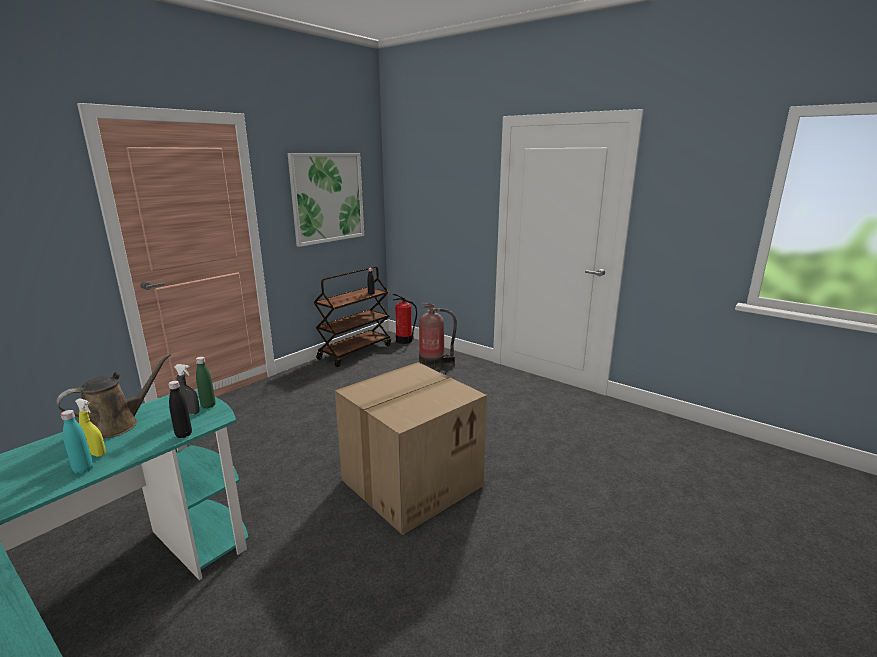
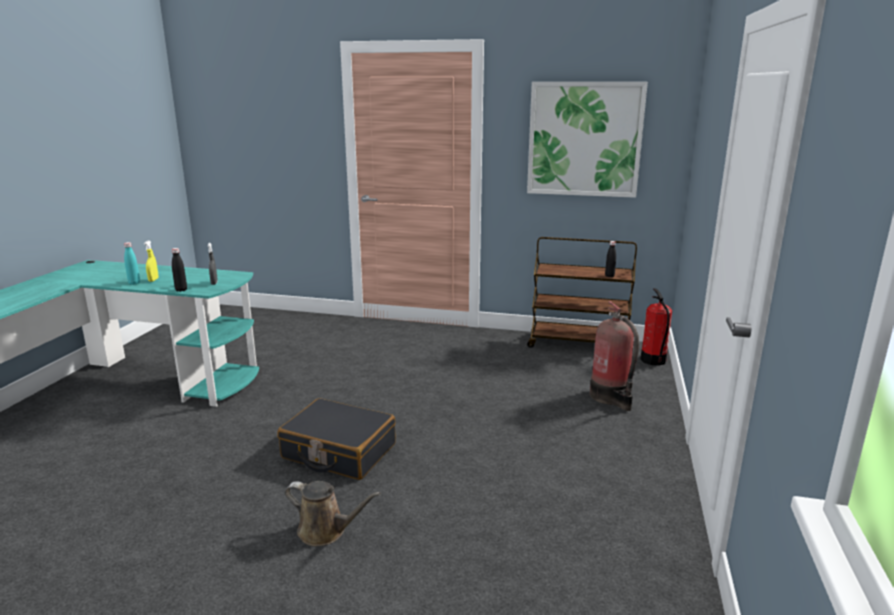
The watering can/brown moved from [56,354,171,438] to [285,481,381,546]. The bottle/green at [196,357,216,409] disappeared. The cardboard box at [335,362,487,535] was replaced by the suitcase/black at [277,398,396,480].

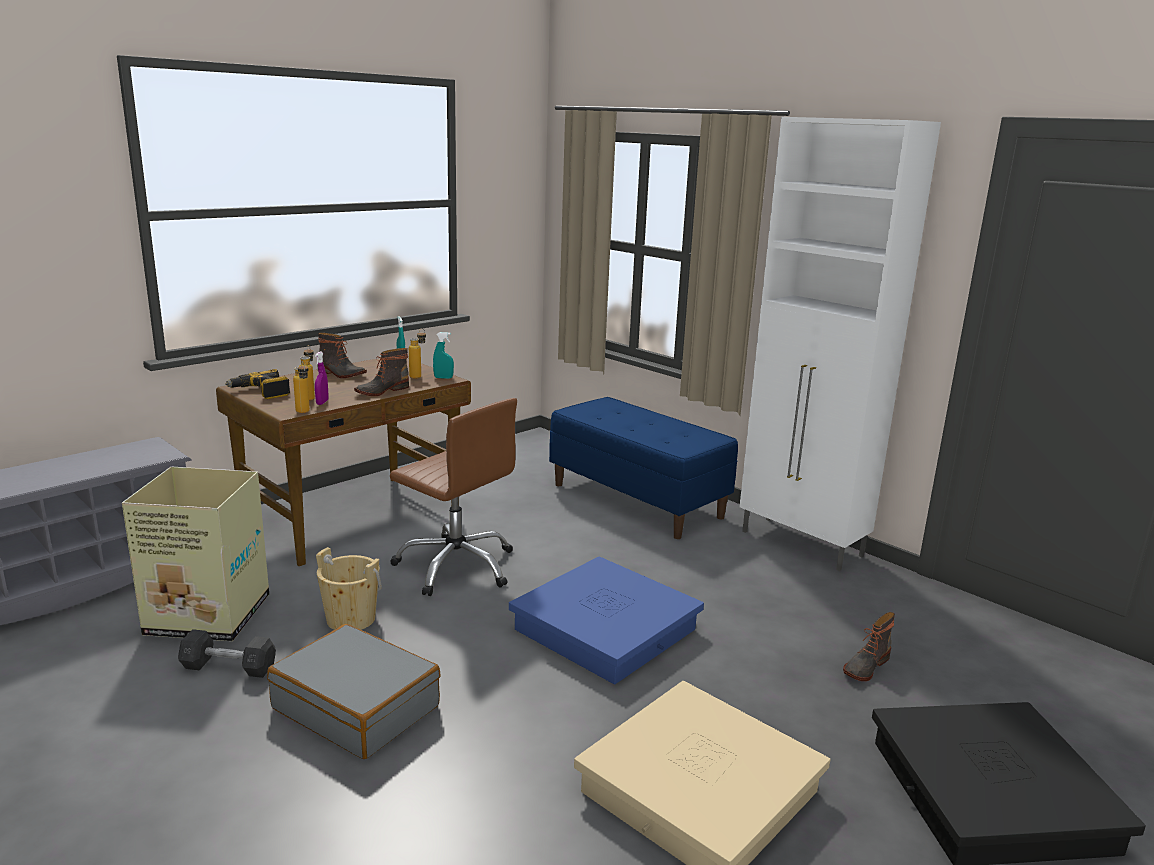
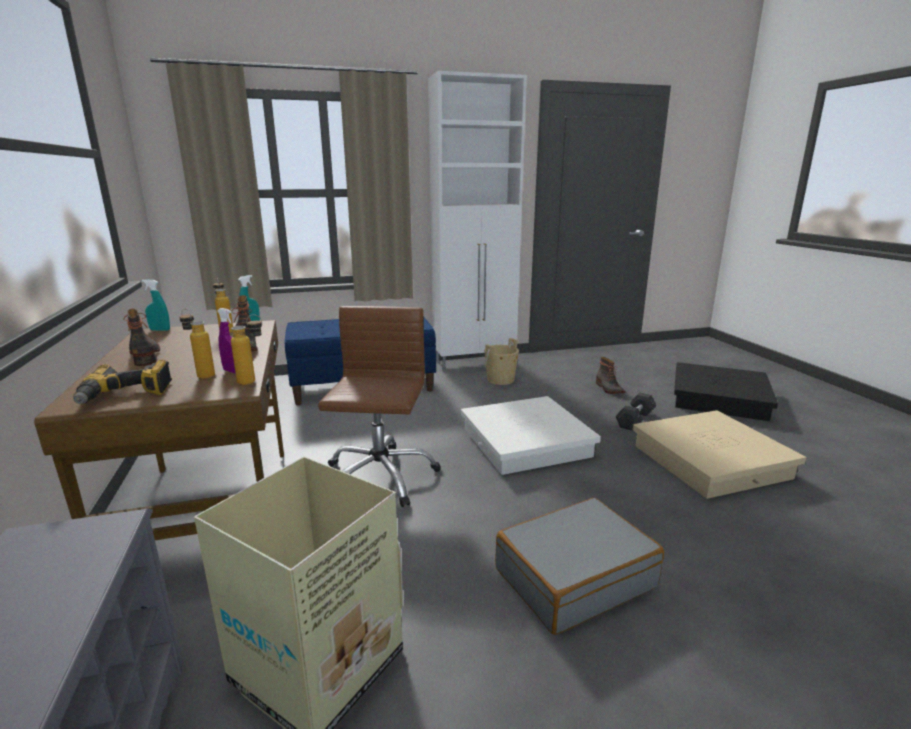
The dumbbell/grey moved from [178,629,276,678] to [615,392,656,431]. The bucket/beige moved from [316,547,382,630] to [484,338,519,385]. The boot at [318,333,367,378] turned 90 degrees counterclockwise. The office chair/brown at [390,398,517,596] turned 60 degrees counterclockwise. The storage box/blue at [509,556,704,684] became the storage box/white at [461,396,601,475].

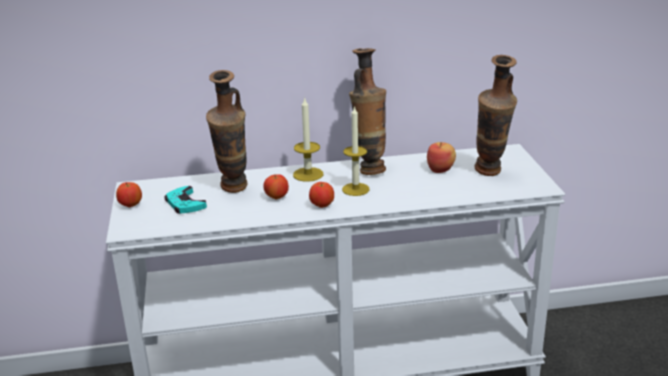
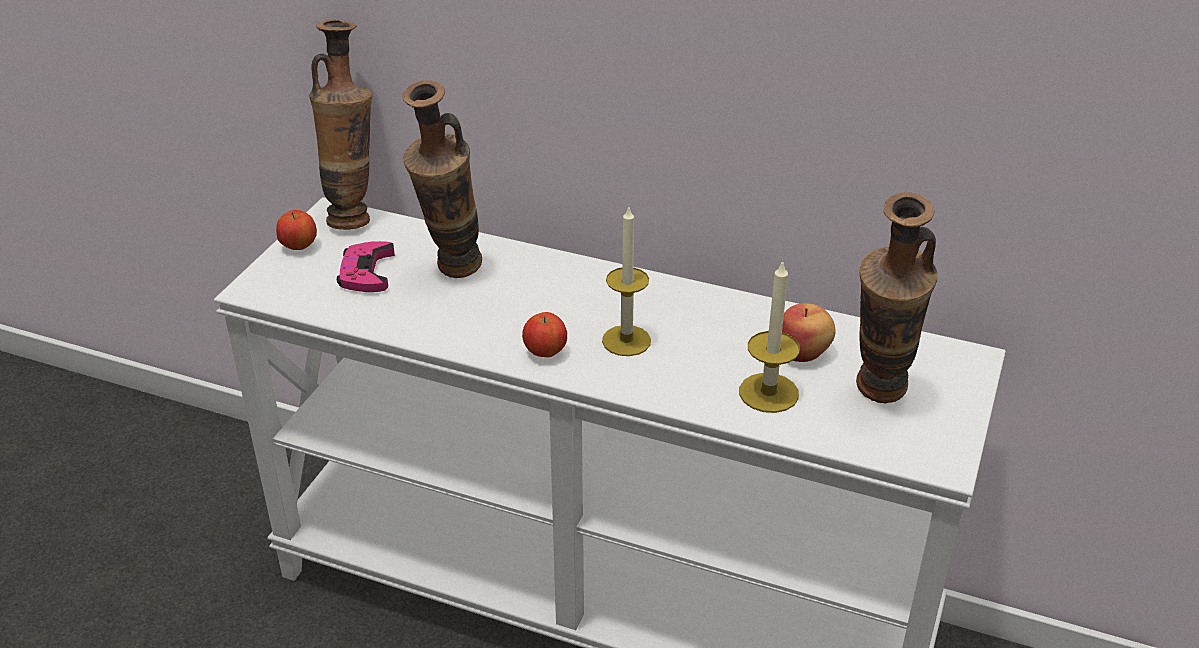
The game controller/turquoise at [164,186,207,214] became the game controller/pink at [337,241,395,292]. The apple at [263,174,289,199] disappeared. The candle moved from [293,97,323,182] to [739,260,800,413]. The vase moved from [349,48,386,175] to [309,19,372,230].

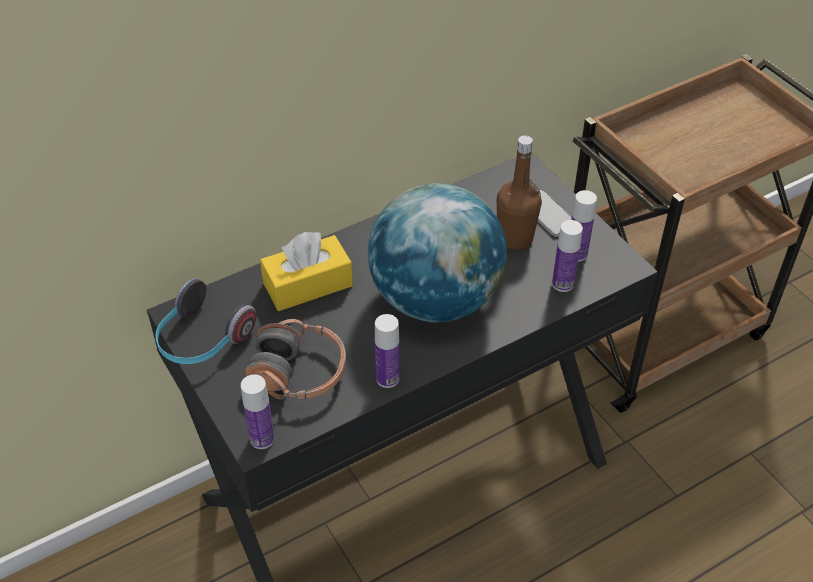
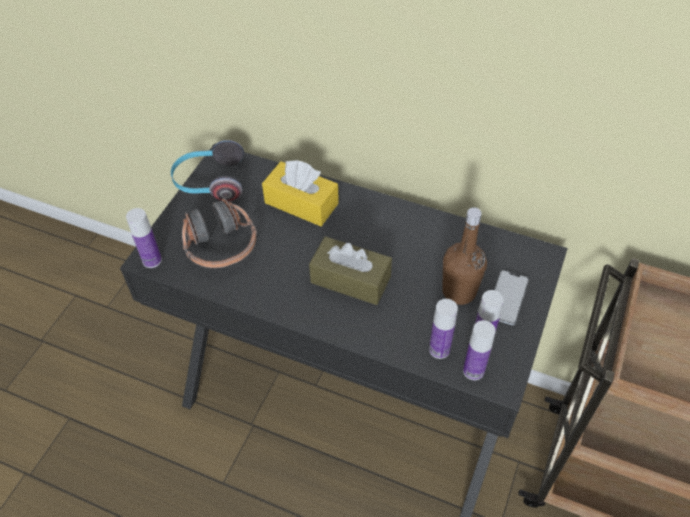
The globe at [368,183,507,322] was replaced by the tissue box/brown at [309,236,392,305]. The bottle moved from [375,314,400,388] to [463,320,496,380].

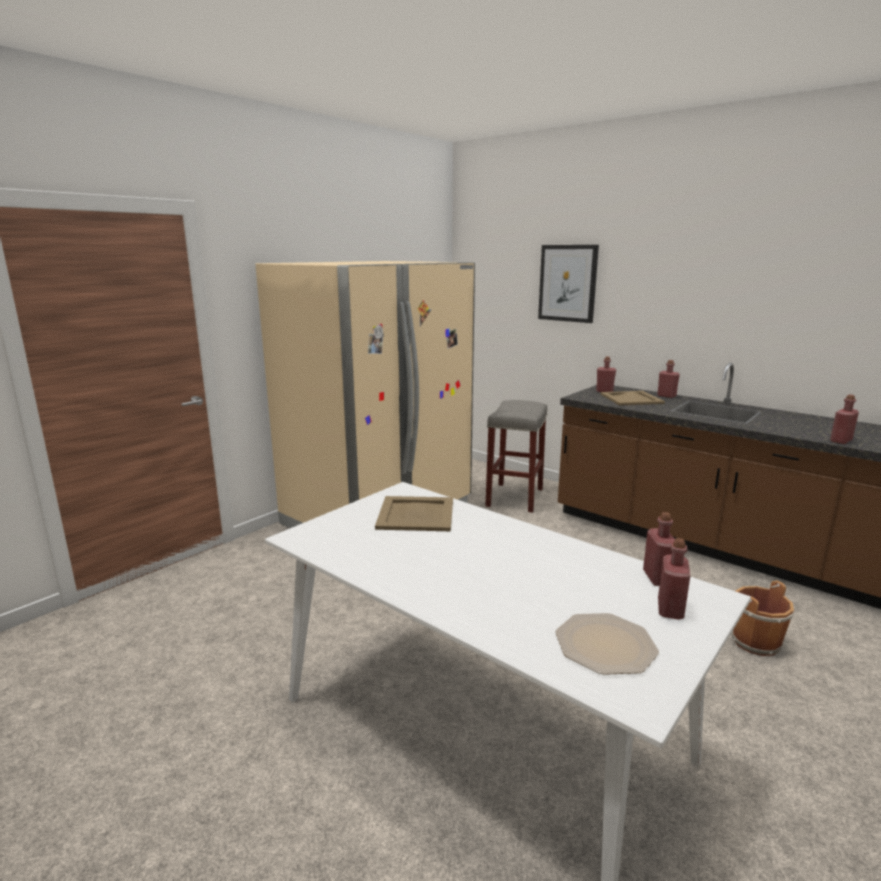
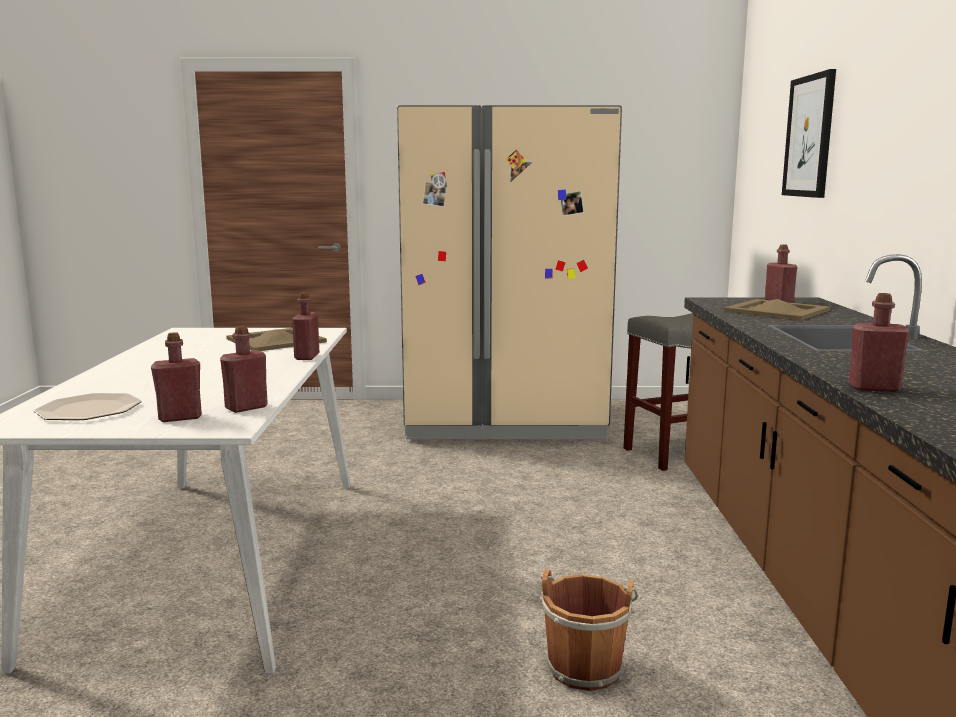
The bottle/red moved from [657,360,680,398] to [292,292,319,360].

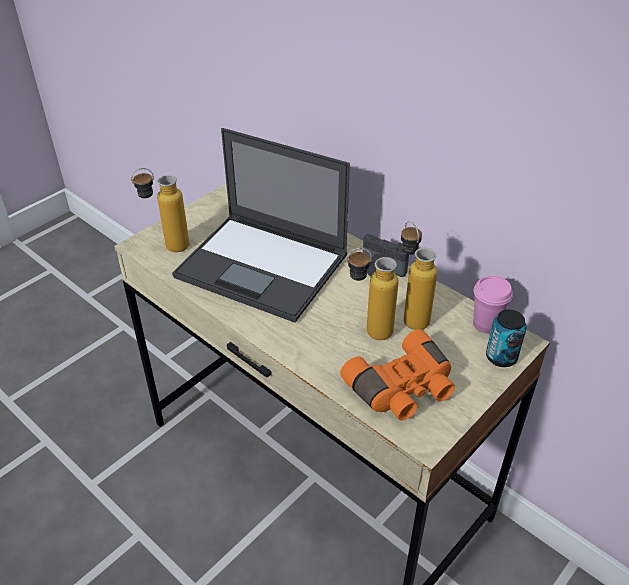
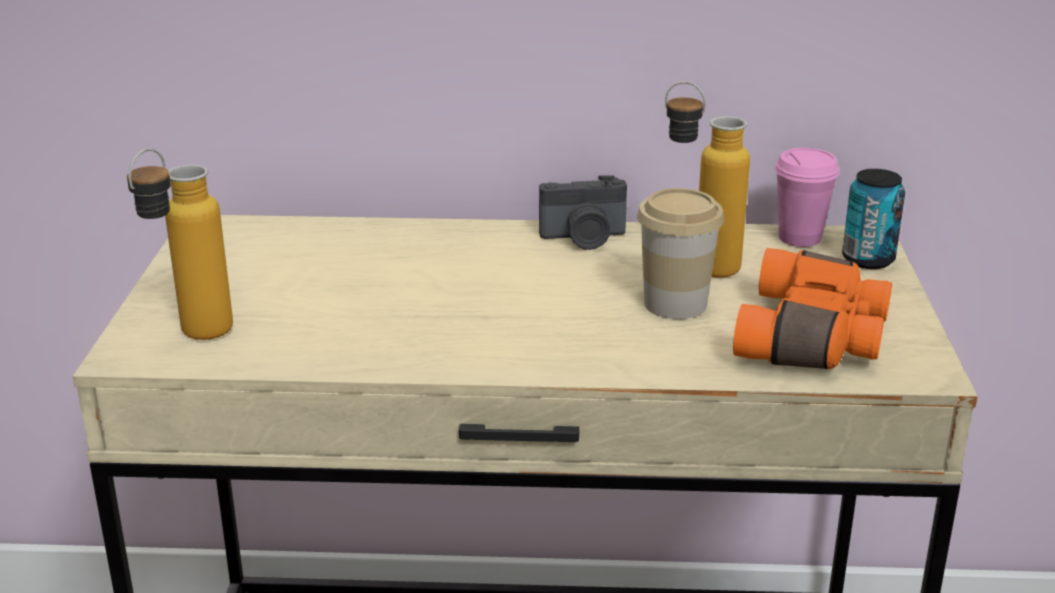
The laptop at [172,128,350,323] disappeared. The bottle at [346,248,399,340] was replaced by the cup at [637,188,724,319].

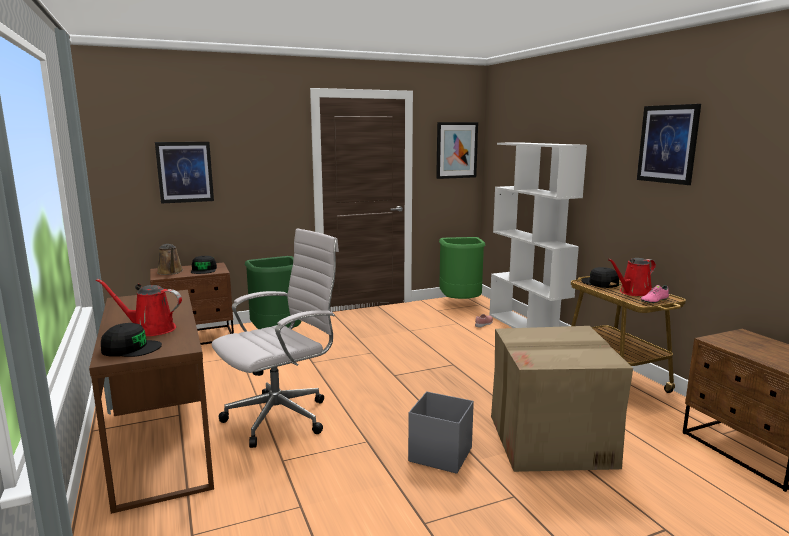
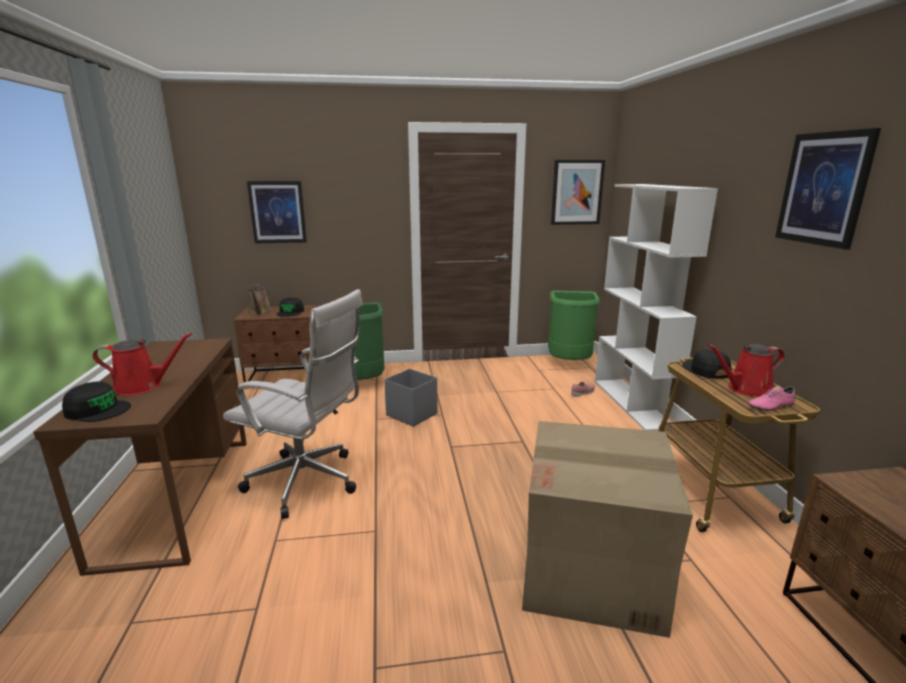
The watering can/red at [96,279,182,336] turned 150 degrees clockwise. The office chair/white at [212,228,339,448] turned 45 degrees clockwise. The storage box/grey moved from [408,392,474,474] to [384,369,438,427].

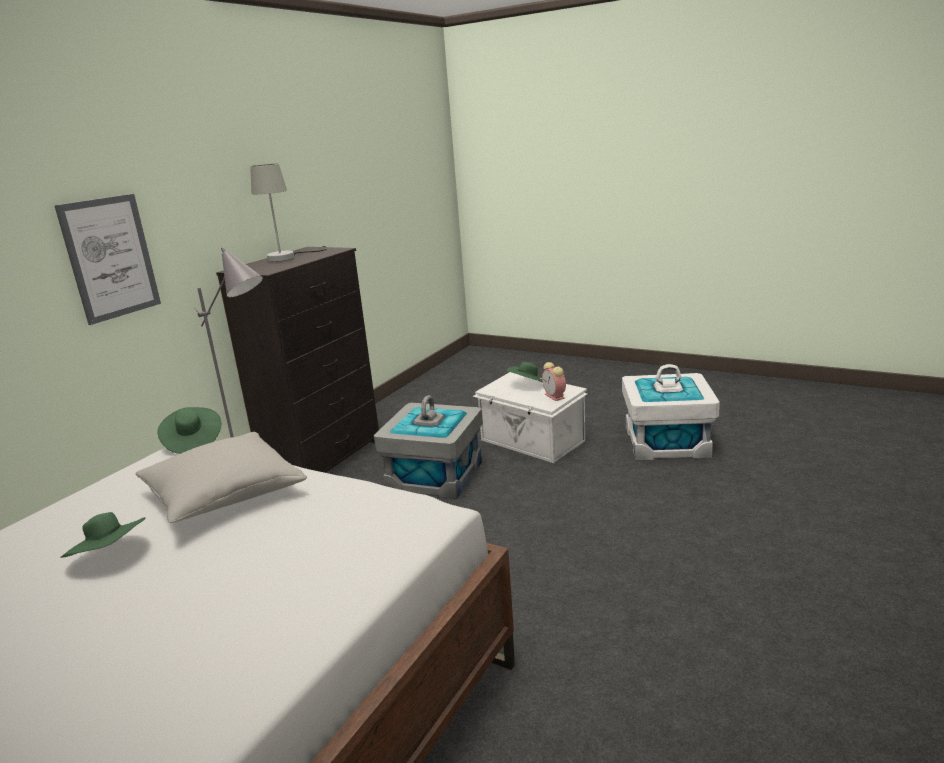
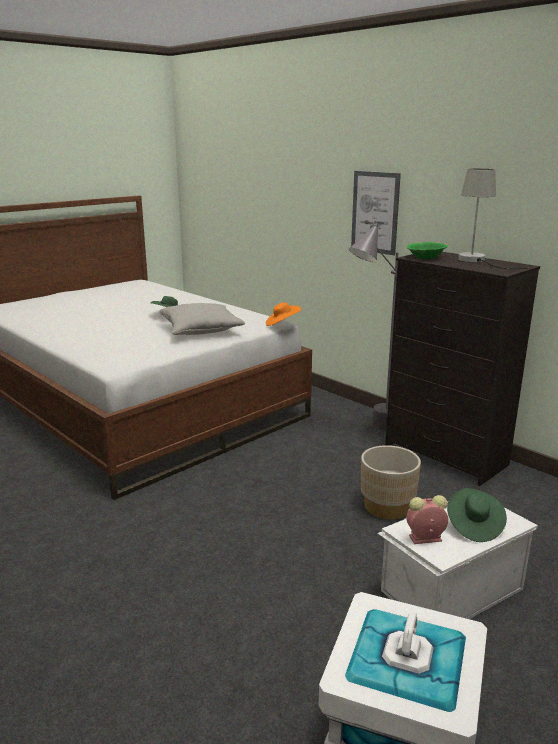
The hat/green at [158,407,221,454] became the hat/orange at [266,302,301,326]. The storage box/grey at [374,395,483,499] was replaced by the planter/beige at [361,445,421,519]. The bowl/green at [406,242,448,259] appeared.

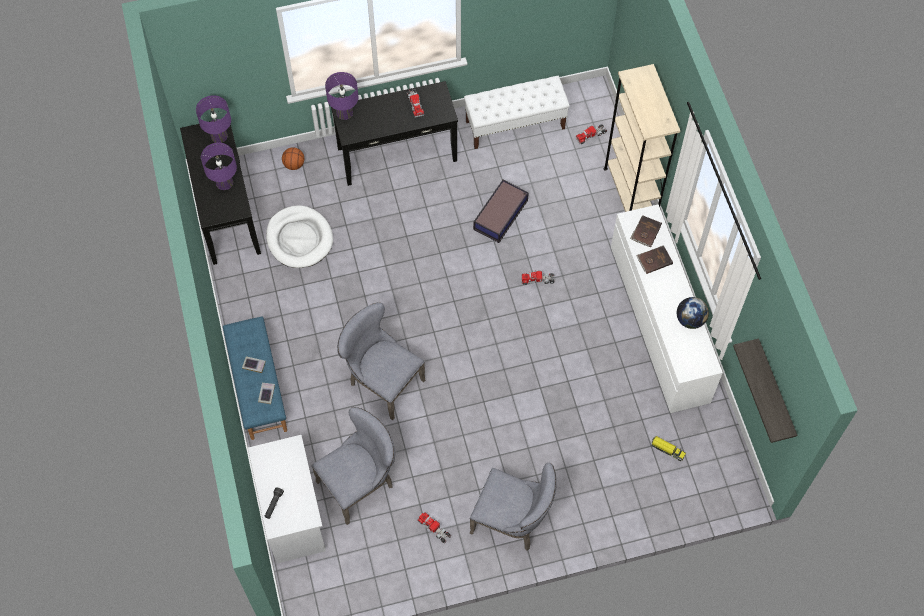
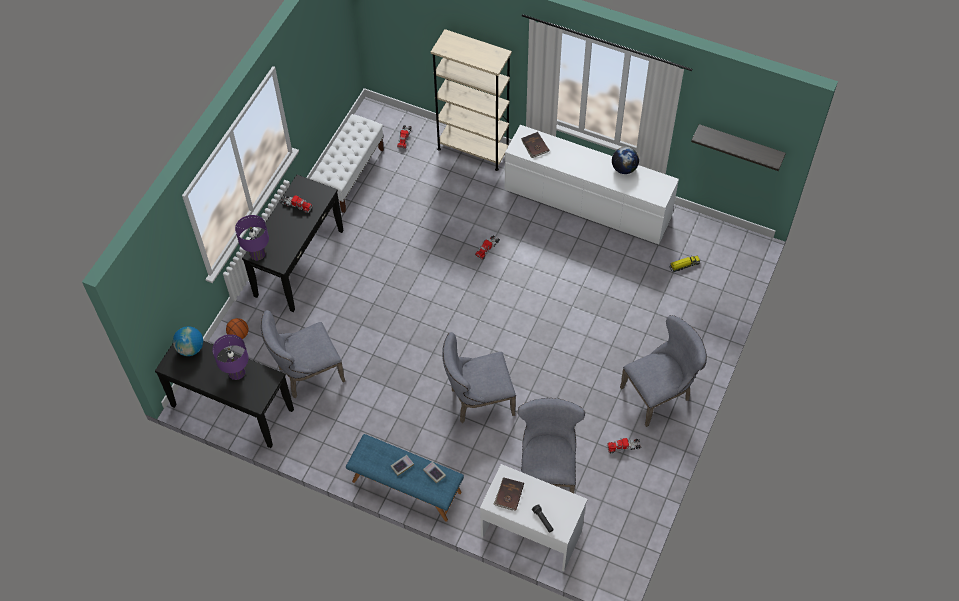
The table lamp/purple at [196,95,231,143] was replaced by the globe at [173,326,203,356]. The dog bed/white at [266,205,333,268] was replaced by the chair/grey at [261,310,345,398]. The storage box at [473,180,529,243] disappeared. The book/brown moved from [636,246,673,274] to [493,477,524,511].

